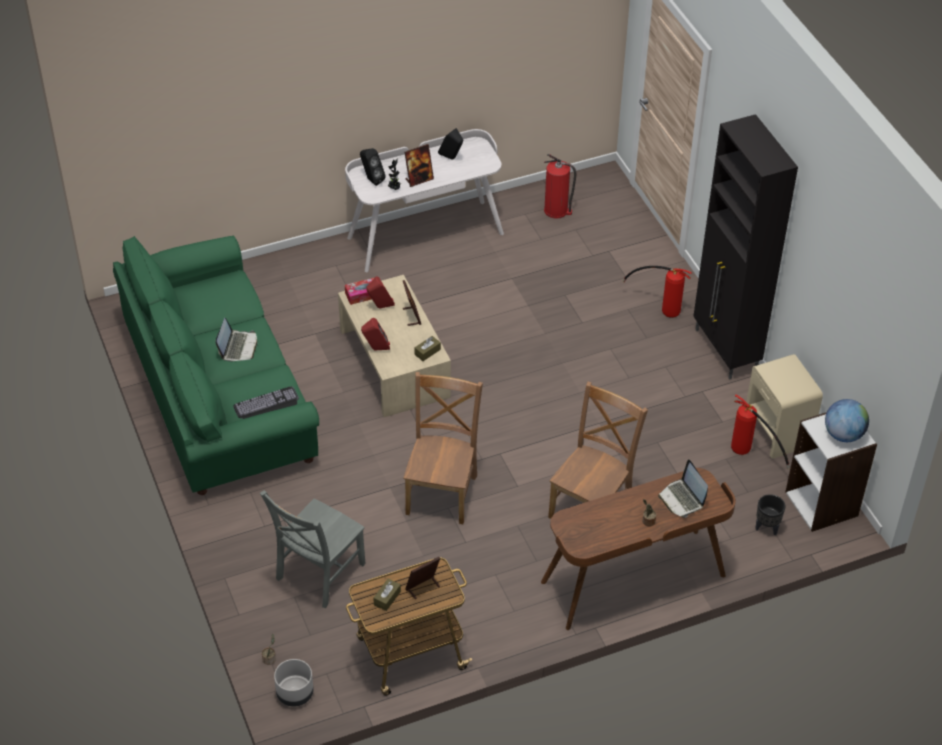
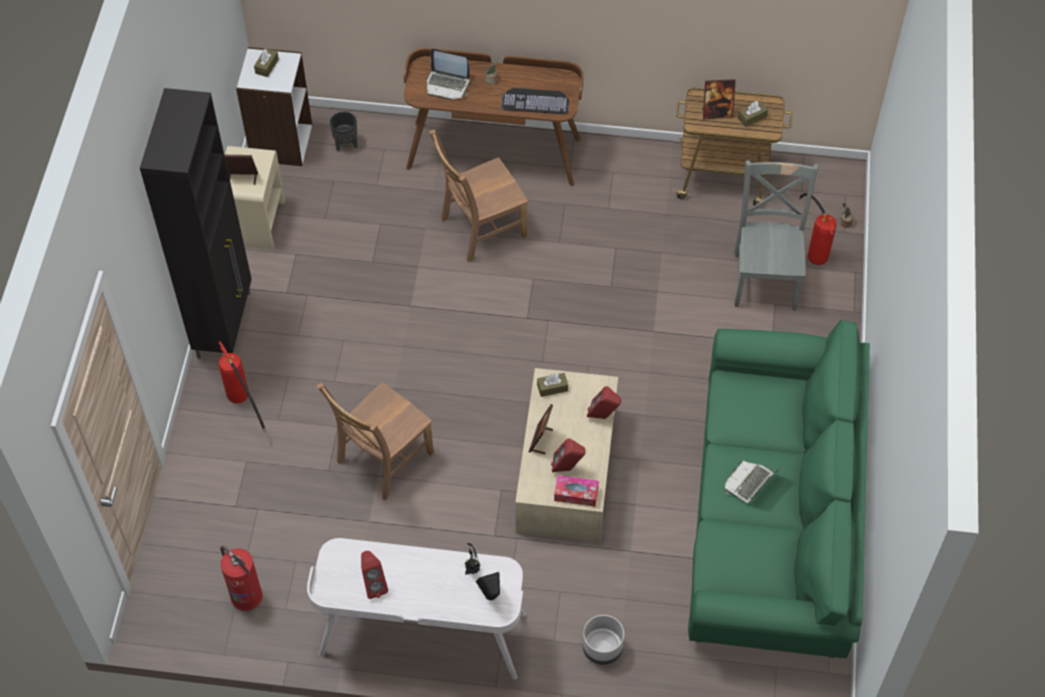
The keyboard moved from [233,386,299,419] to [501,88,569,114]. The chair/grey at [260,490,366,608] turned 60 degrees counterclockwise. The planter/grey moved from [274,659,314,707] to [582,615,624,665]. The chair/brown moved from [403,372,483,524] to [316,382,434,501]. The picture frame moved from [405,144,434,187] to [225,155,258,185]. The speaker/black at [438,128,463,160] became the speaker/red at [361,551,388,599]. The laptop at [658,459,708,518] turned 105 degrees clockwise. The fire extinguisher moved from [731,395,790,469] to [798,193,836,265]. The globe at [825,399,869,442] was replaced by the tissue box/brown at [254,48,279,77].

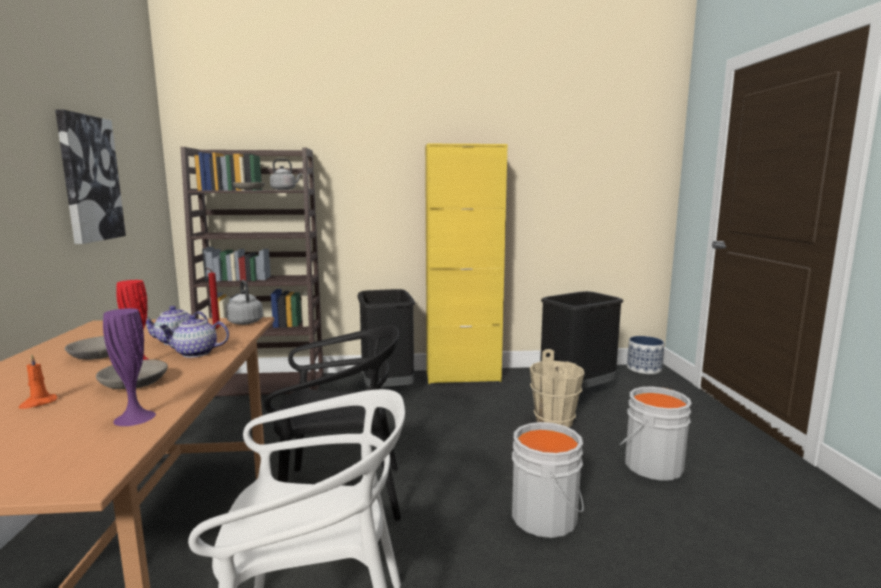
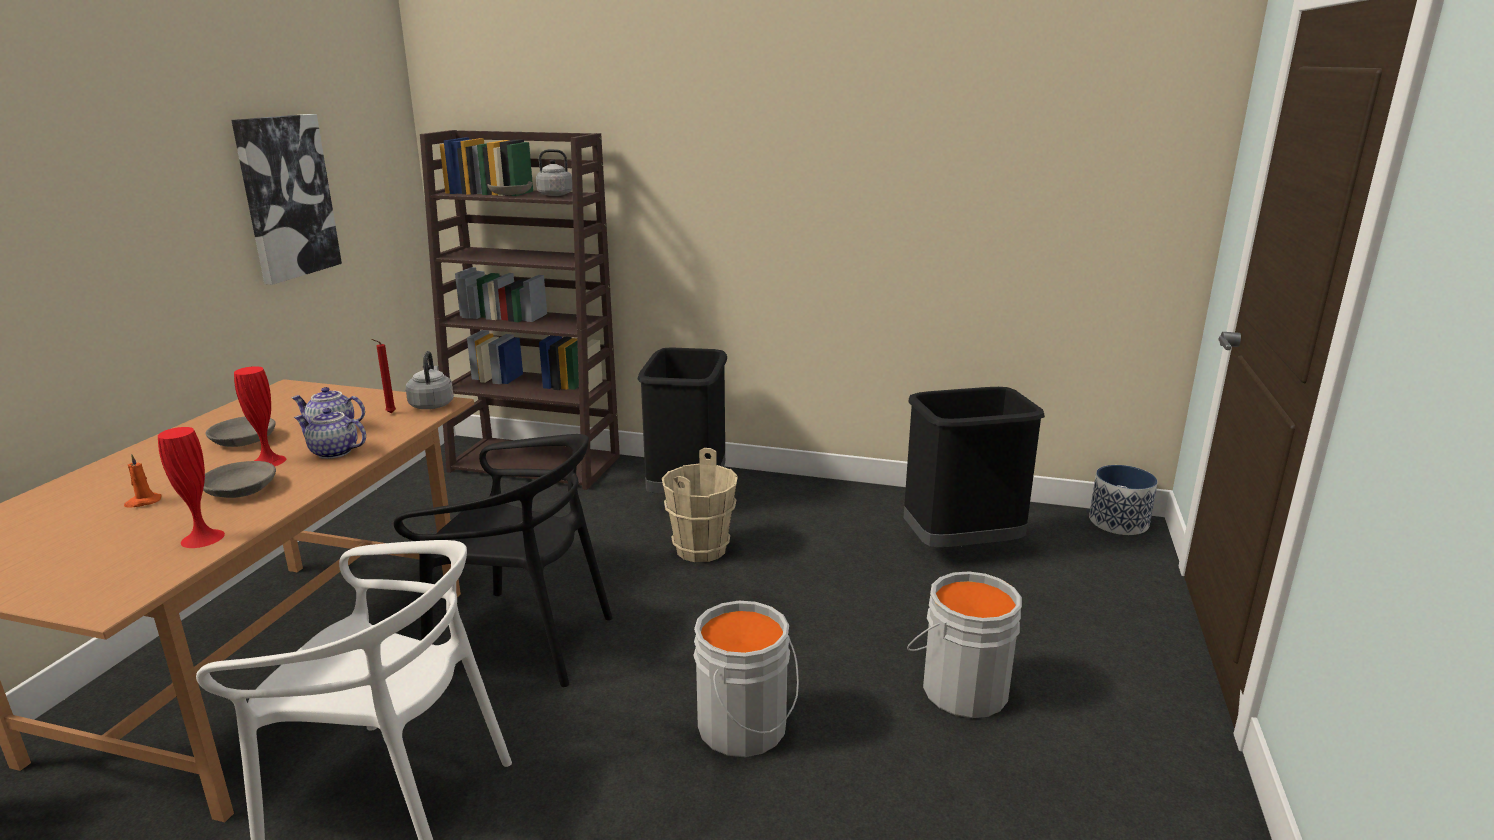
The vase/purple at [103,308,156,426] became the vase/red at [158,427,225,548]. The cabinet/yellow at [425,143,508,384] disappeared. The bucket/beige moved from [530,349,584,428] to [662,448,738,562].

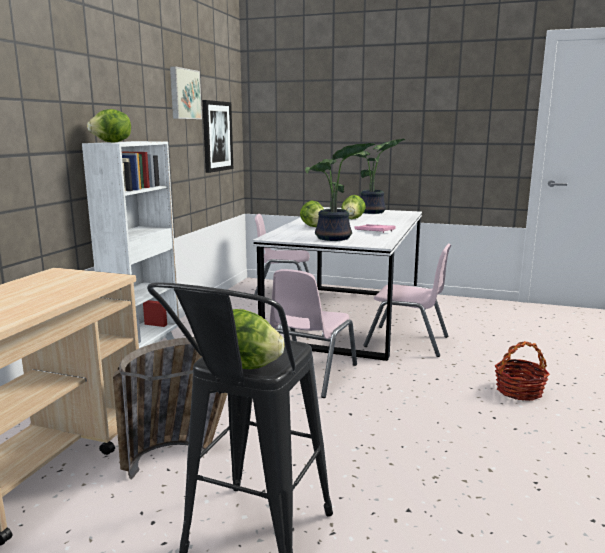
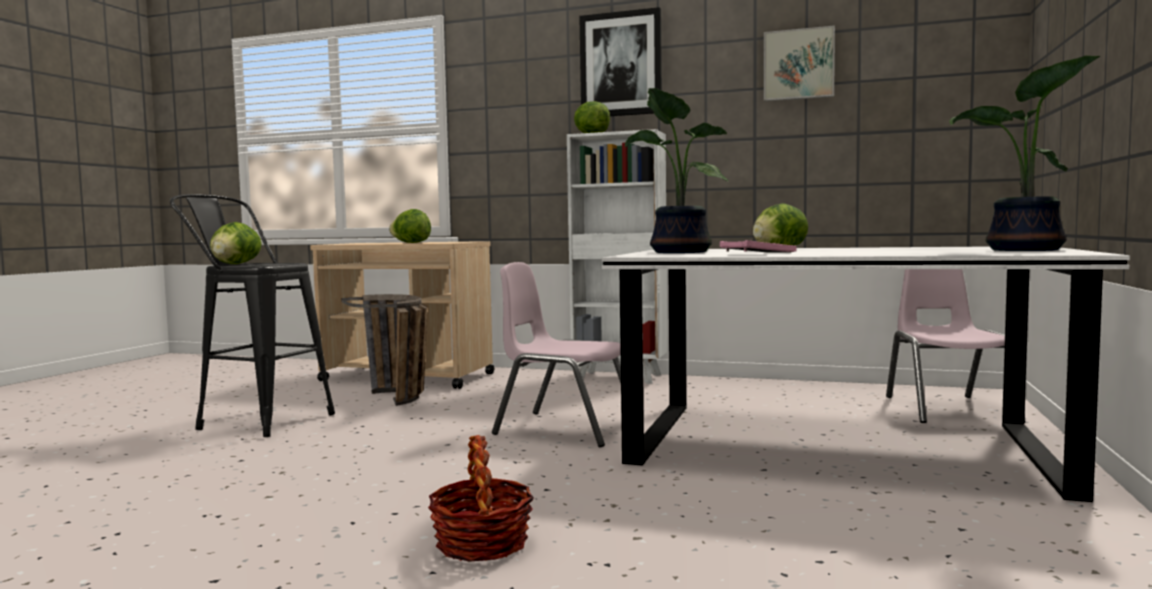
The picture moved from [202,100,233,173] to [579,7,662,116]. The lettuce moved from [341,195,366,219] to [389,209,431,243]. The chair/pink at [363,243,451,357] disappeared.

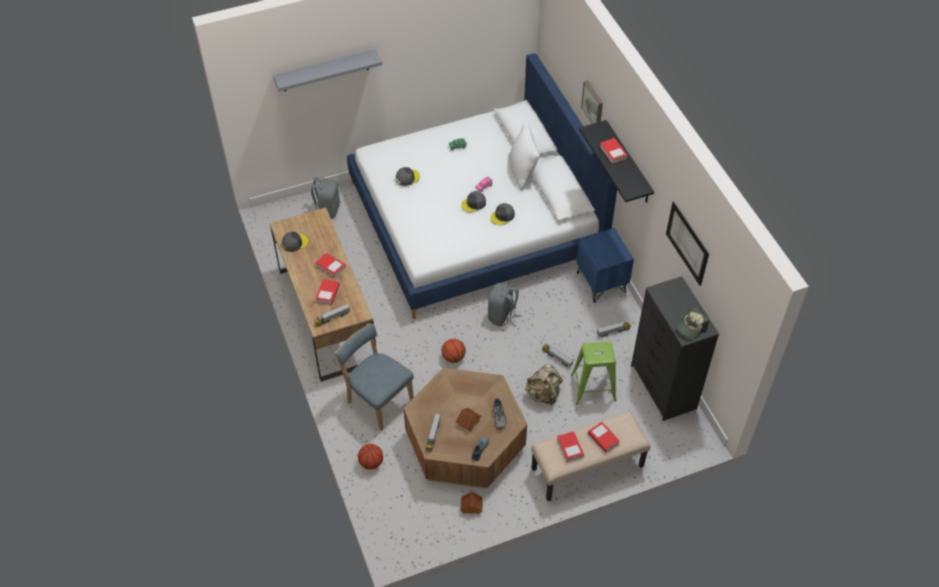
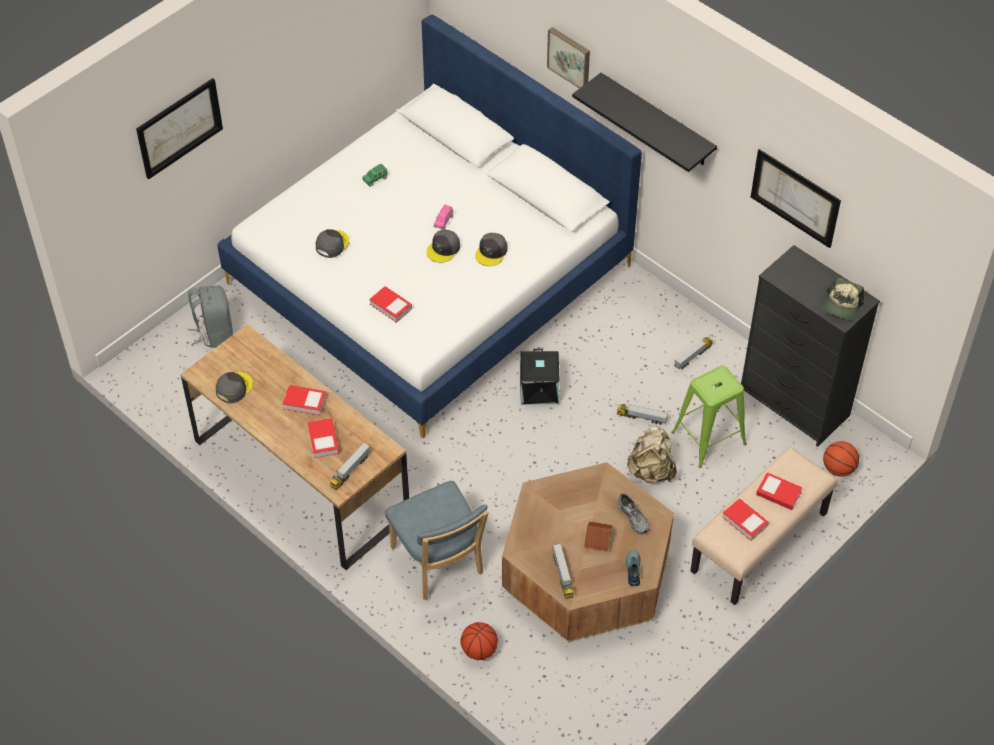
The shelf/grey at [273,49,382,92] was replaced by the picture at [136,78,223,179]. The chair/blue at [335,323,414,431] turned 135 degrees counterclockwise. The basketball moved from [442,339,466,363] to [823,441,859,477]. The toy house at [461,492,483,514] disappeared. The backpack/grey at [488,283,522,326] was replaced by the storage box/black at [520,349,560,405]. The pillow/white at [509,121,540,190] disappeared. The nightstand/blue at [576,228,634,303] disappeared. The book moved from [600,138,628,164] to [369,286,412,323].

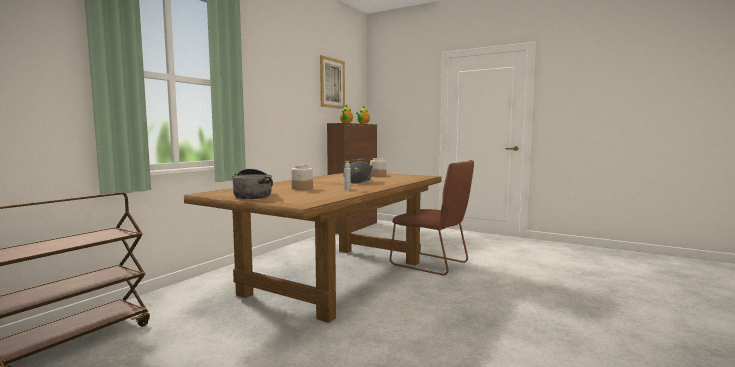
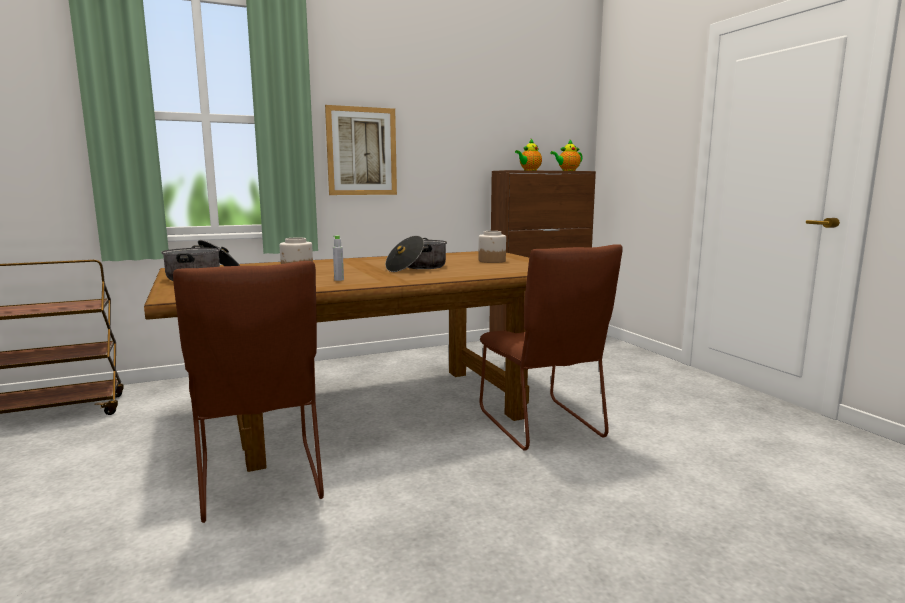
The picture moved from [320,55,345,109] to [325,105,397,195]. The chair/brown at [173,261,324,523] appeared.

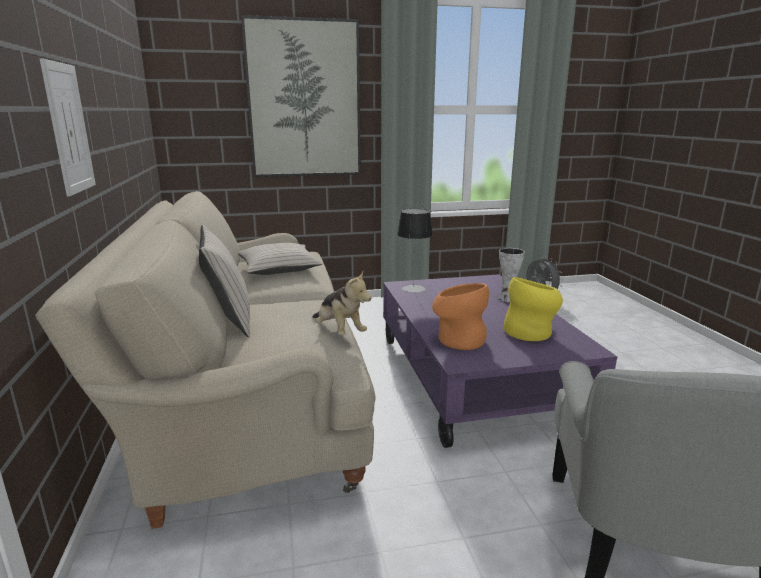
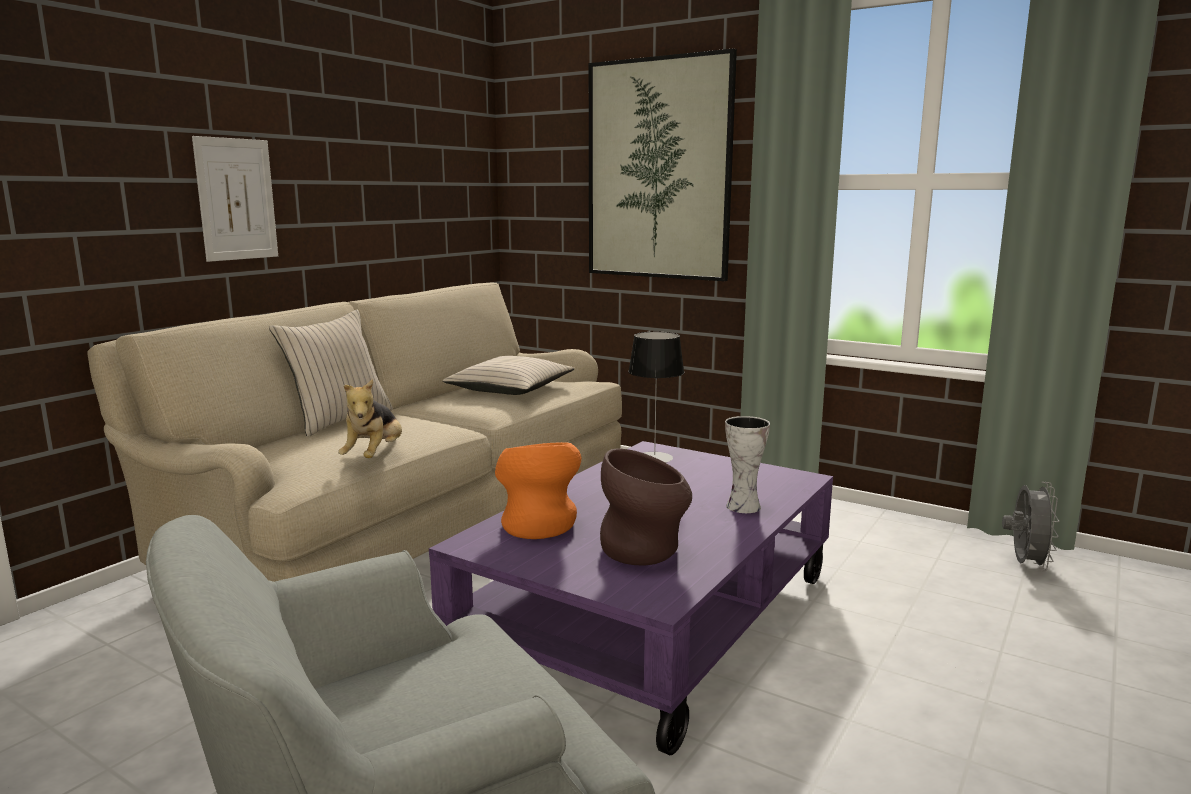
The vase/yellow at [504,277,563,341] became the vase/brown at [600,448,692,566].

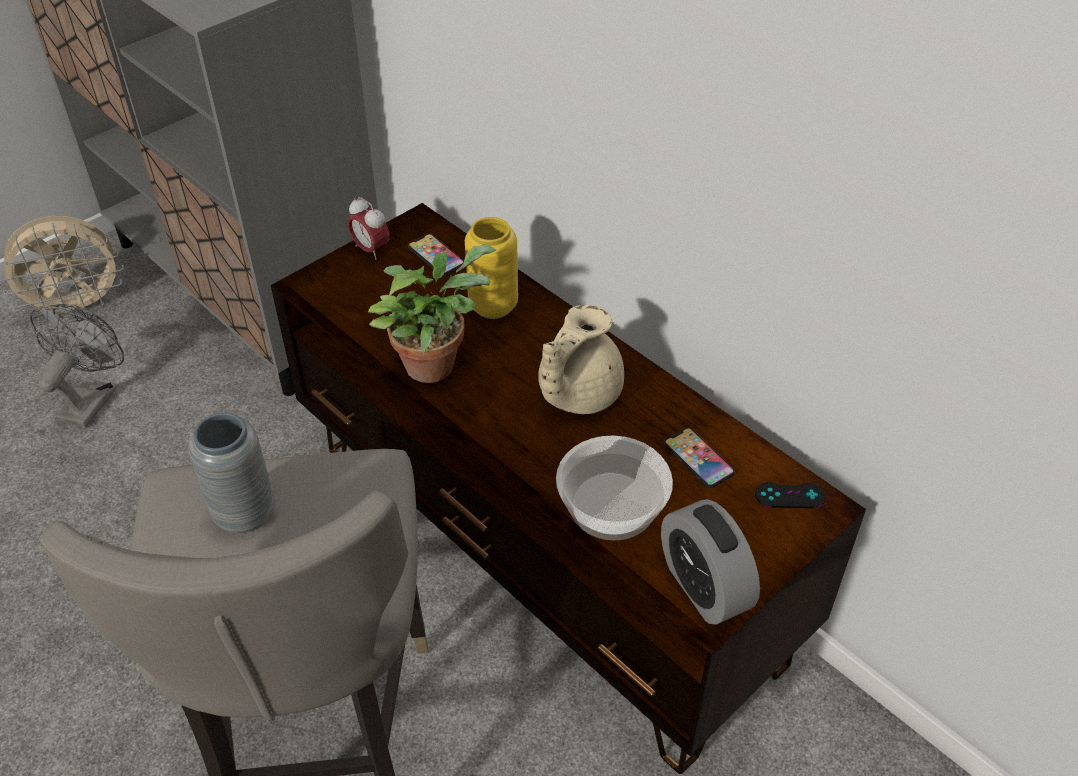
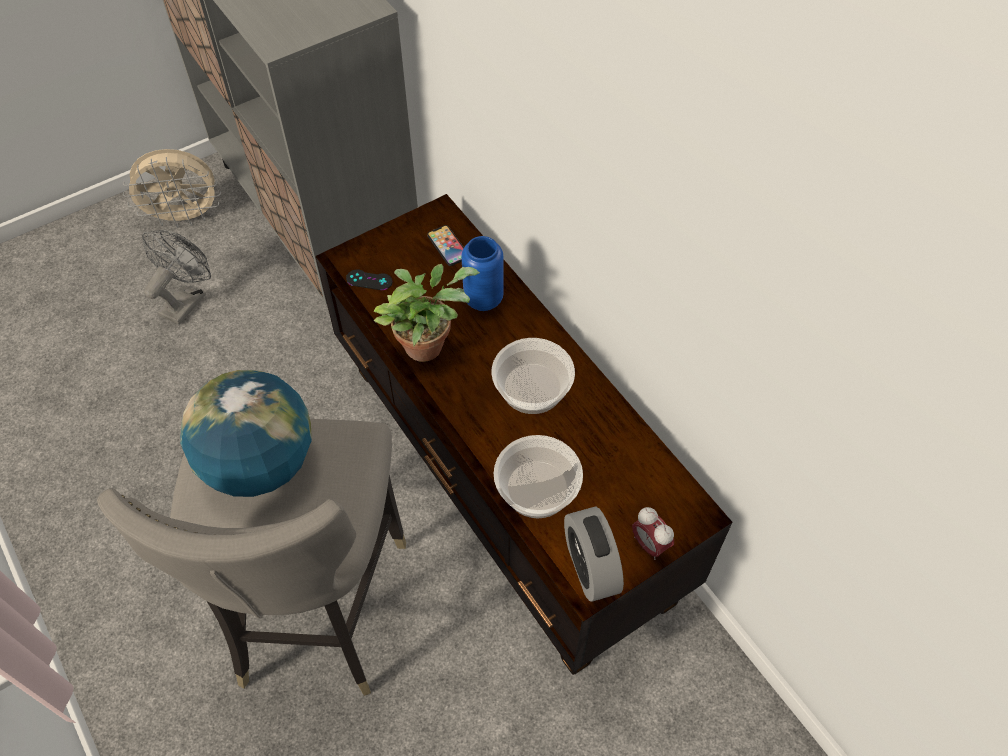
The vase/grey at [189,413,275,533] was replaced by the globe at [180,370,312,497]. The alarm clock moved from [348,197,390,260] to [632,507,674,560]. The vase/yellow at [465,217,518,319] became the vase/blue at [461,236,503,311]. The teapot/beige at [538,304,624,414] was replaced by the bowl at [491,338,575,414]. The phone at [664,428,735,488] disappeared. The game controller/black moved from [755,482,826,508] to [346,269,392,290].

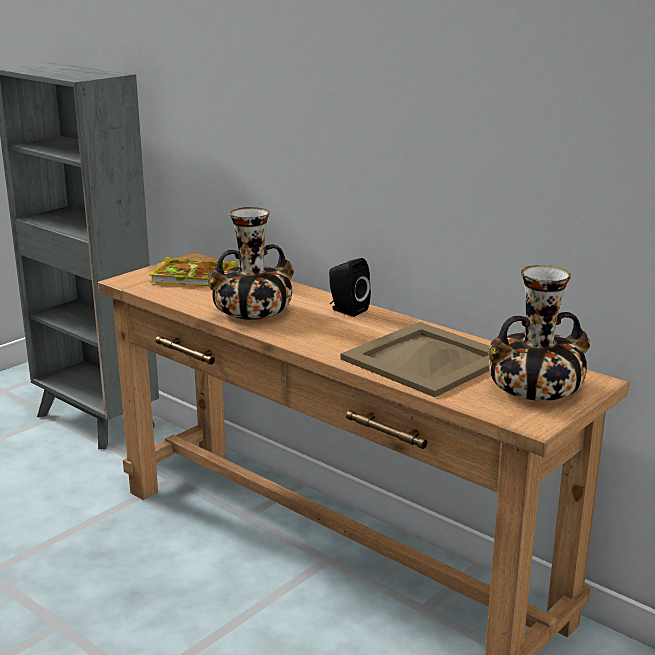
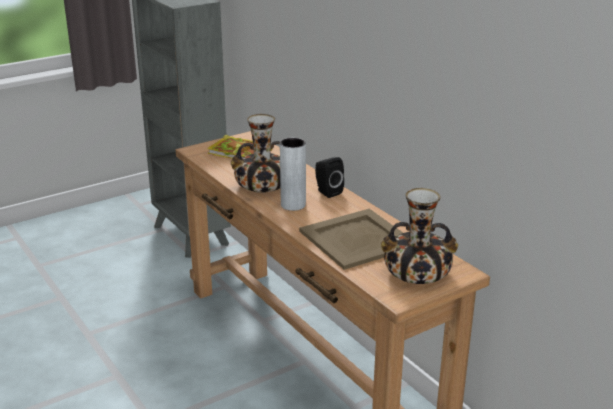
The vase/grey at [280,138,306,211] appeared.

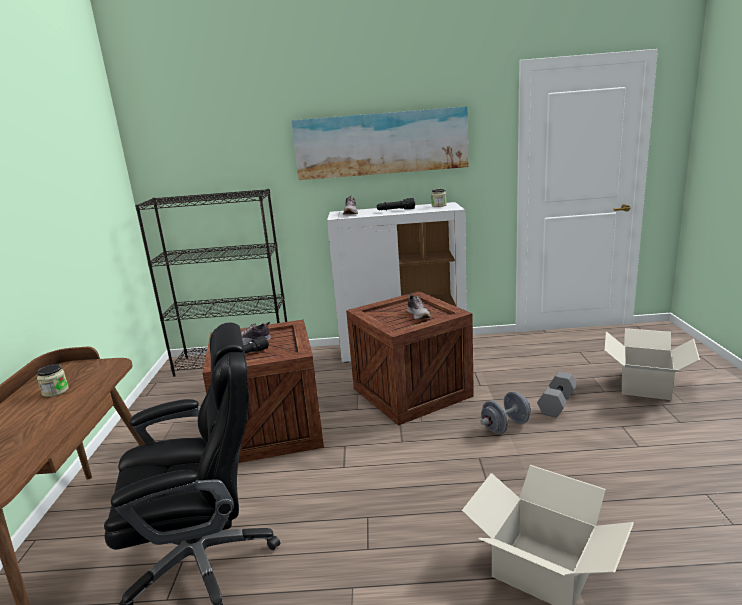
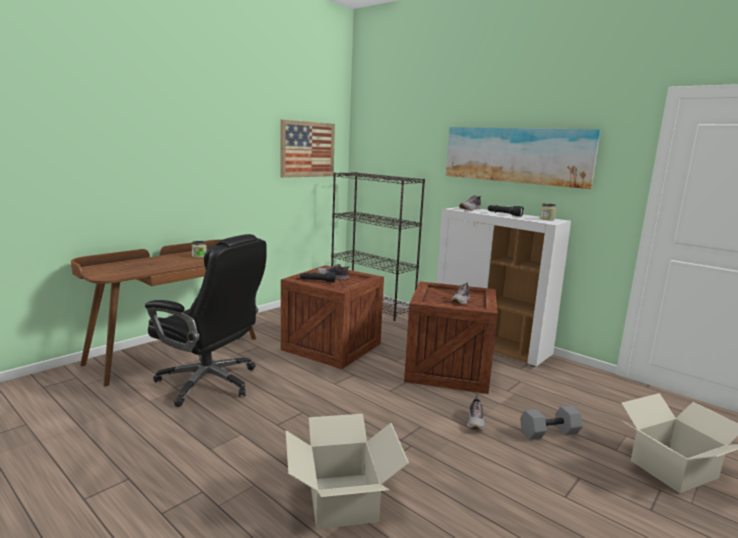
The dumbbell/grey at [480,391,531,434] was replaced by the shoe at [467,396,485,430]. The picture at [280,119,335,178] appeared.

